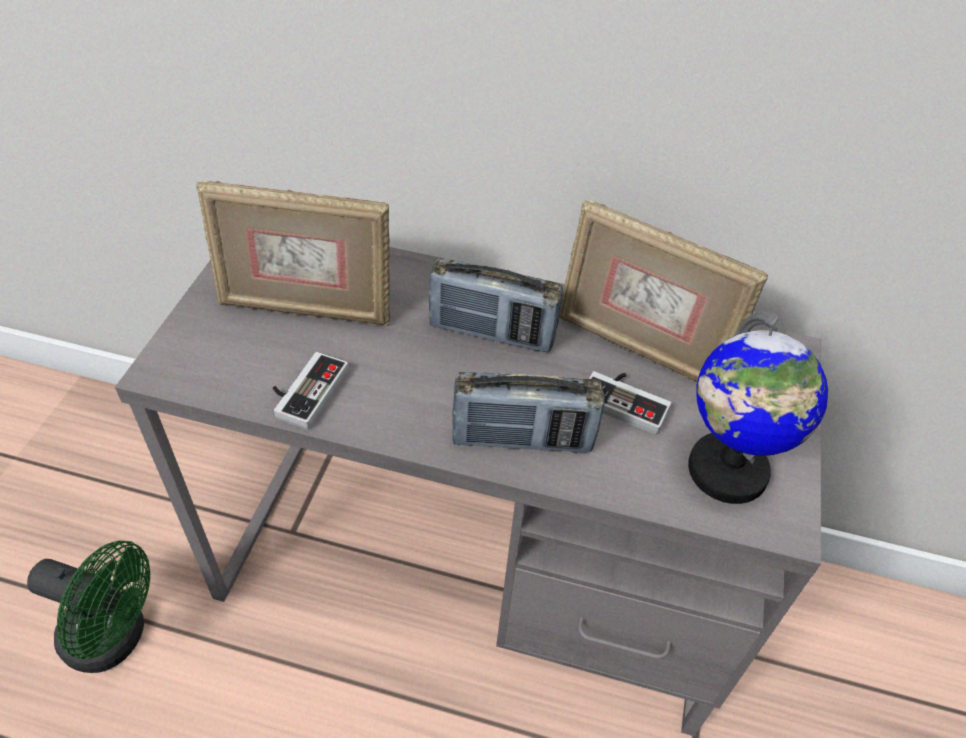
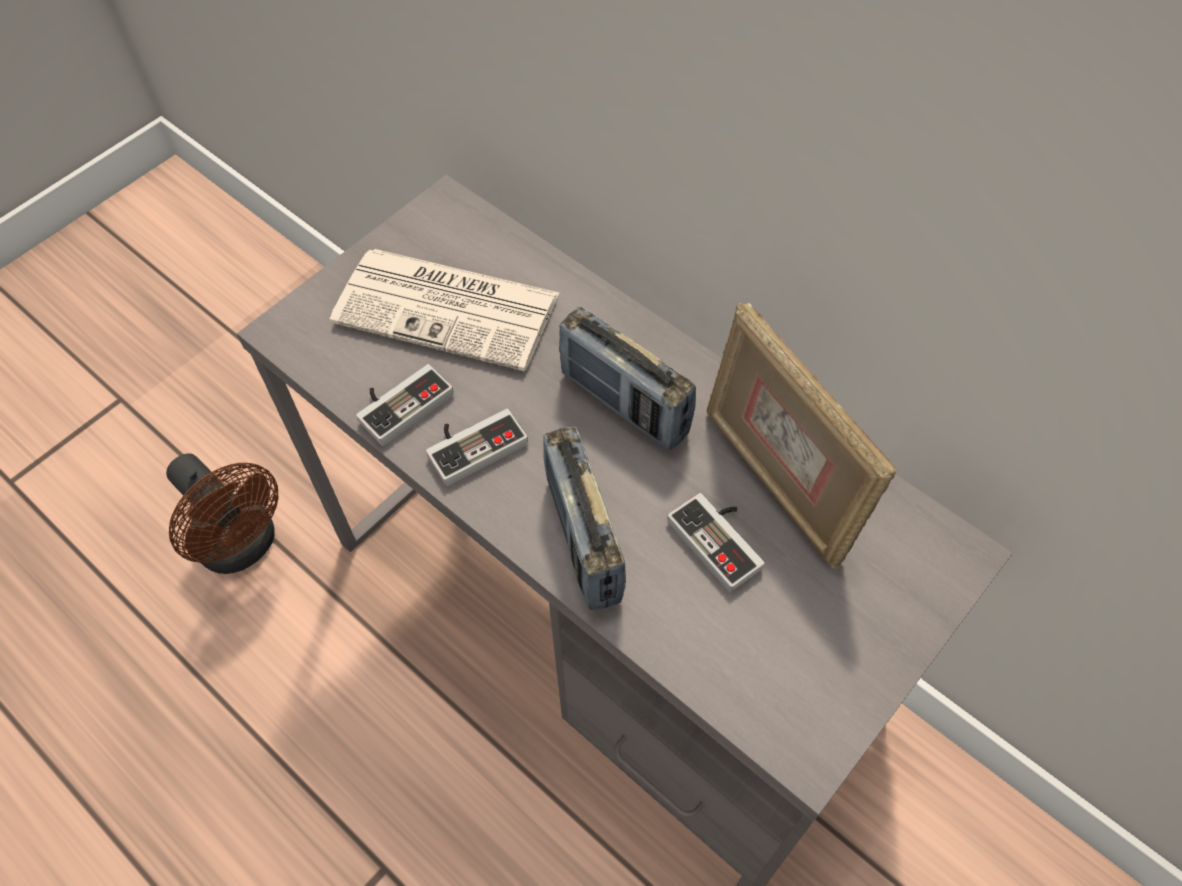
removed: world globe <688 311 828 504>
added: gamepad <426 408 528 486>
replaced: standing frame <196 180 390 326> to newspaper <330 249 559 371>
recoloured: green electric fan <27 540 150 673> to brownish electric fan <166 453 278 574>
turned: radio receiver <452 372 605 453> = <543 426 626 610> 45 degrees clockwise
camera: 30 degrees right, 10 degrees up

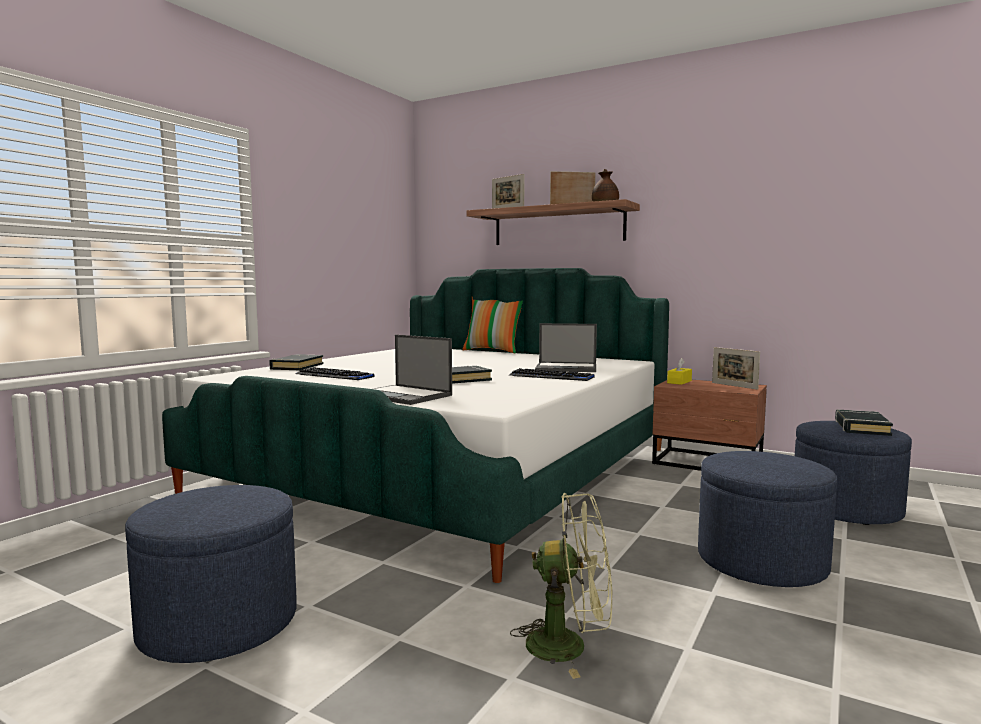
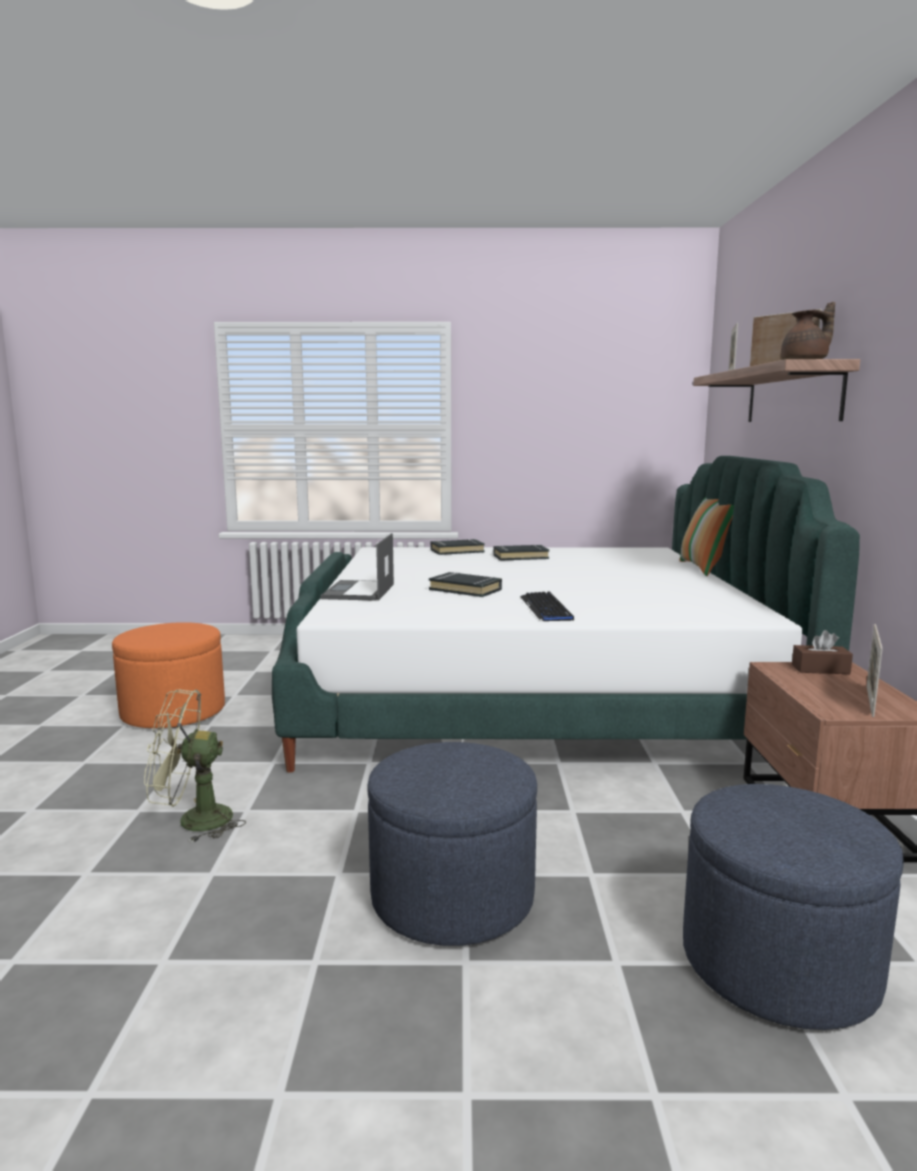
removed: notebook computer <535 323 597 372>; PC keyboard <296 367 374 380>
moved: black volume <835 410 893 436> to <493 545 550 561>
recoloured: yellow box of tissues <667 358 692 385> to brownish box of tissues <792 630 853 674>; blue-coloured footrest <125 485 297 663> to orange footrest <112 622 225 728>
turned: green electric fan <510 492 612 679> = <144 689 246 843> 105 degrees clockwise
camera: 60 degrees right, 5 degrees up

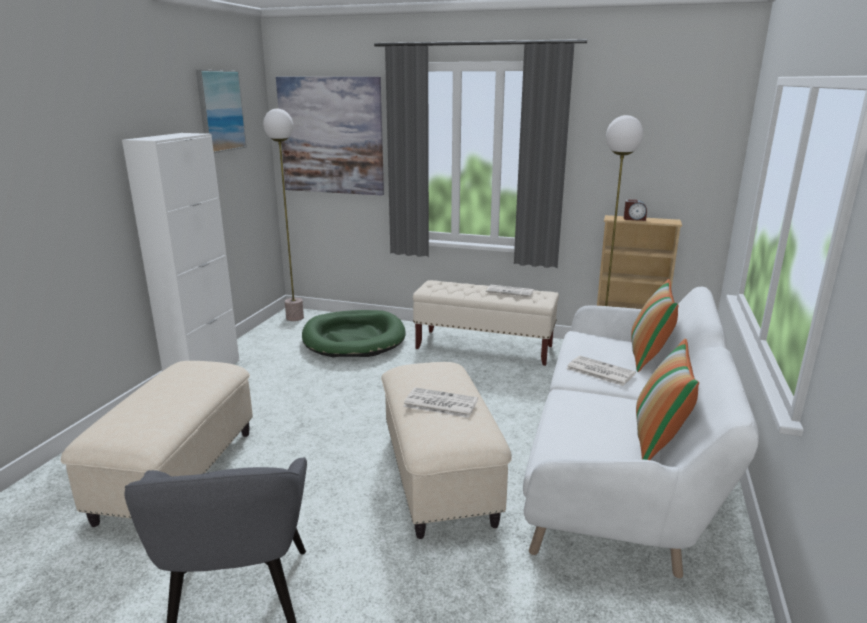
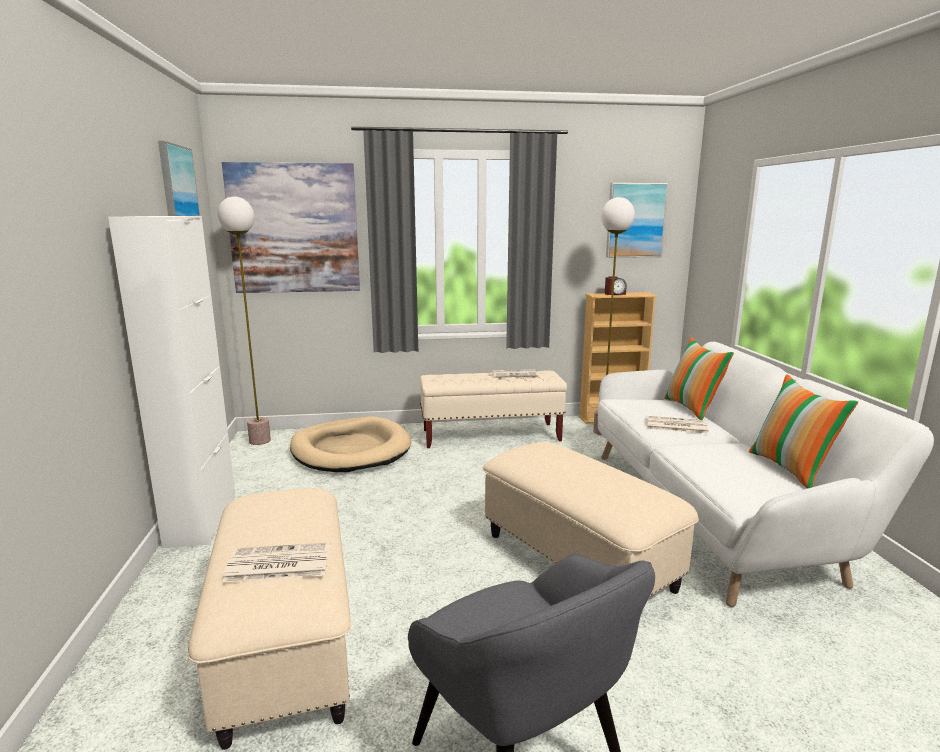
added: picture <606 183 668 258>
moved: newspaper <403 387 478 418> to <222 543 331 582>
recoloured: green dog bed <302 310 405 357> to beige dog bed <290 416 412 472>
camera: 25 degrees left, 5 degrees down

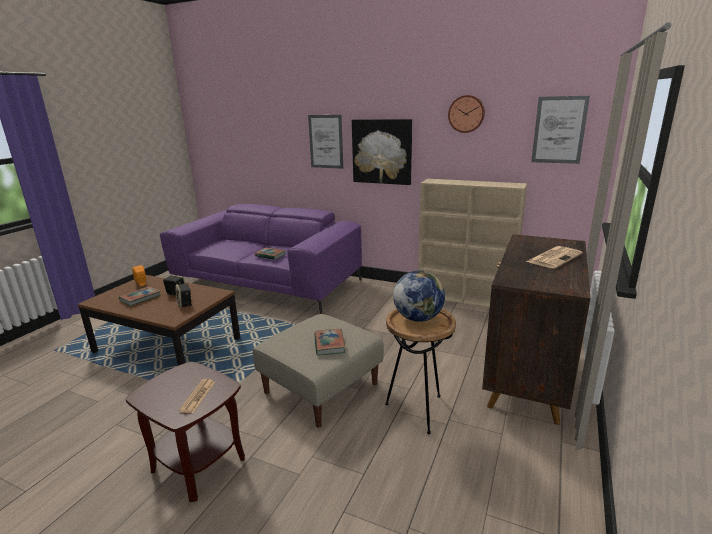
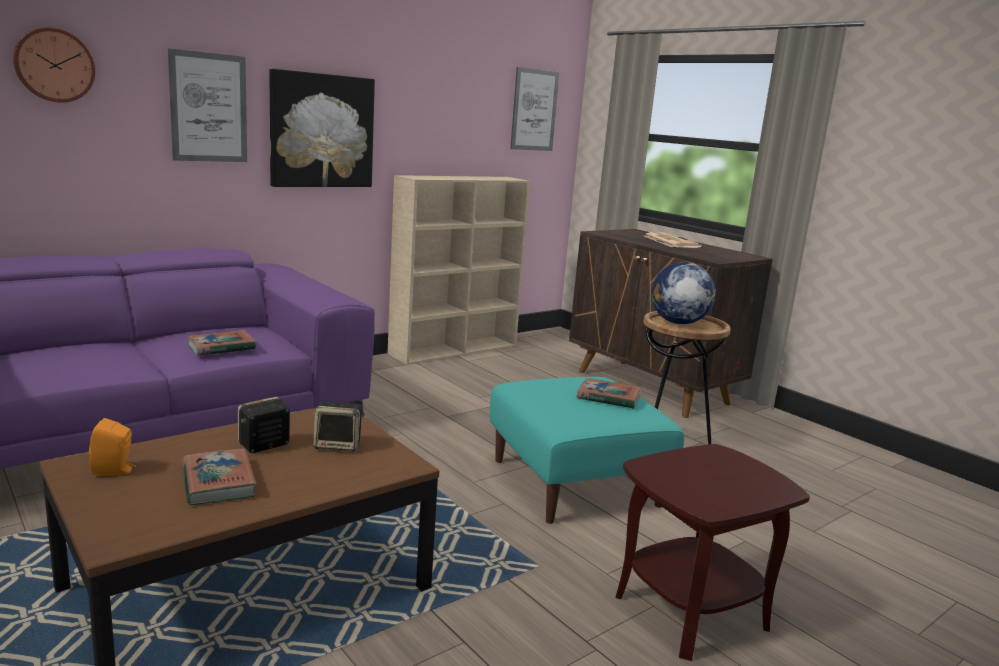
removed: newspaper <179 379 215 413>
moved: hanging clock <448 95 485 133> to <13 28 95 103>
recoloured: beige footrest <253 314 384 428> to blue-green footrest <490 377 684 524>
camera: 65 degrees left, 5 degrees down

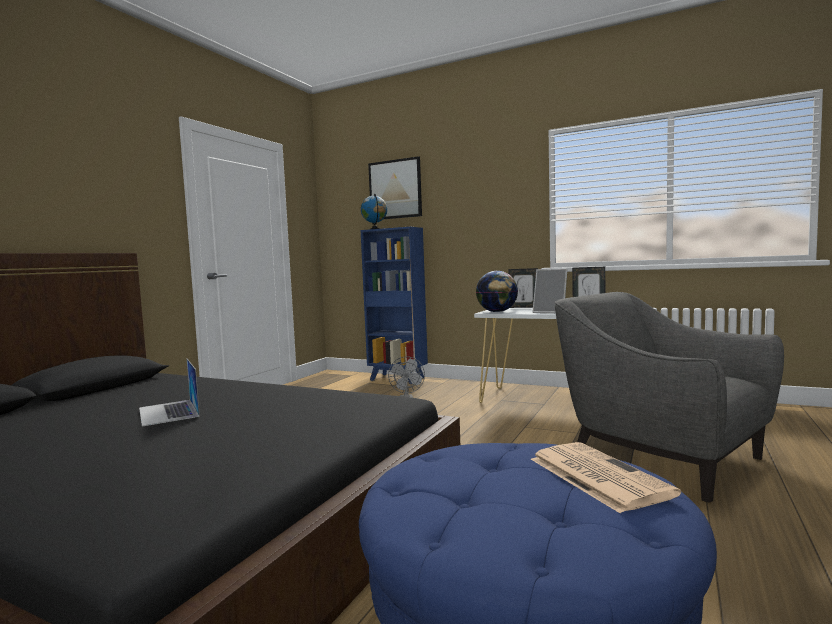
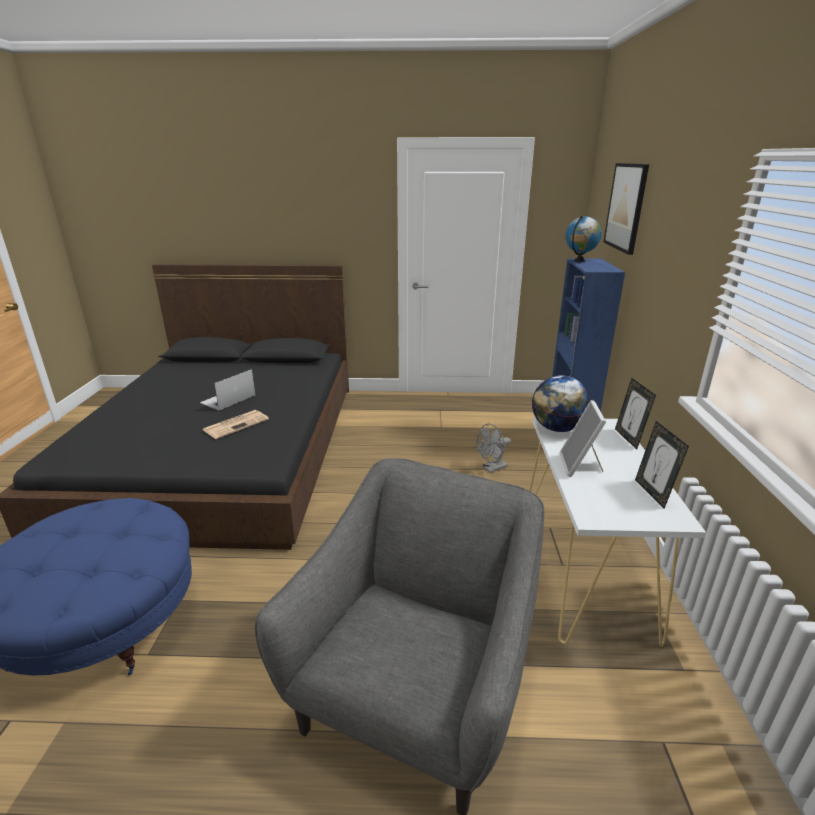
moved: newspaper <531 442 681 513> to <203 410 269 439>
camera: 65 degrees right, 20 degrees up

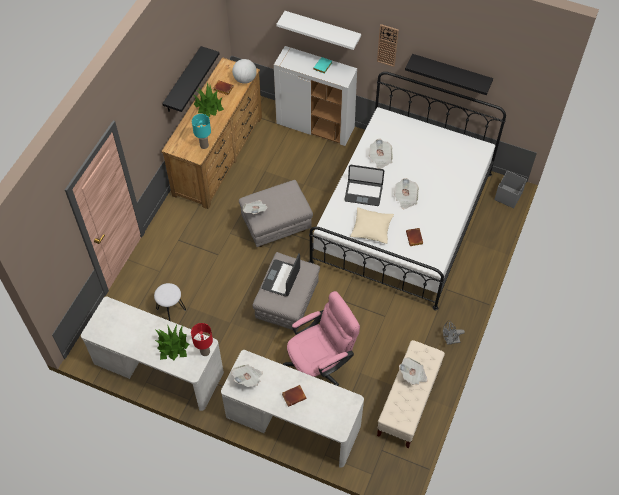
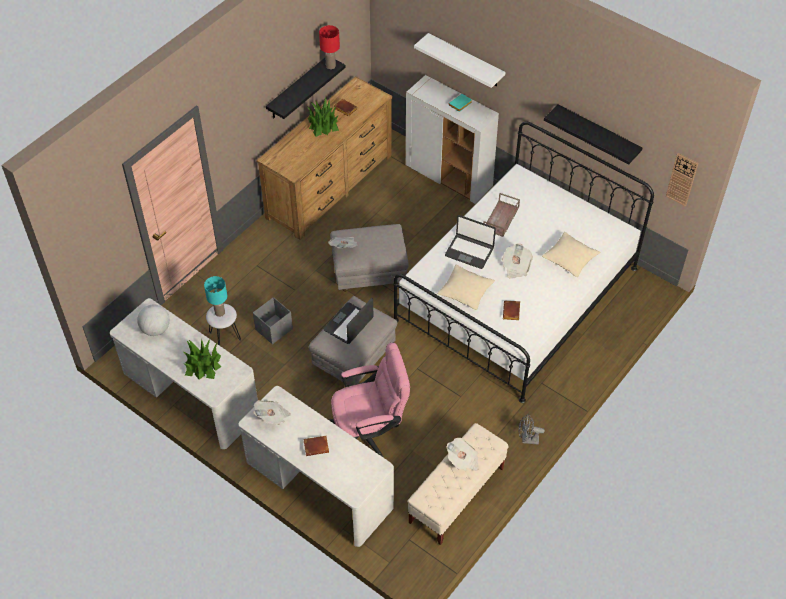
added: beige throw pillow <542 232 600 277>
moved: hanging clock <377 24 399 67> to <666 153 698 207>; world globe <232 59 257 84> to <137 305 170 336>; blue-green tabletop lamp <192 114 211 149> to <204 276 227 317>; grey storage container <494 171 527 208> to <253 297 293 344>; red-coloured tabletop lamp <191 323 213 356> to <319 25 340 69>
replaced: newspaper <369 139 393 169> to brownish serving tray <483 193 520 237>
camera: 15 degrees right, 5 degrees down

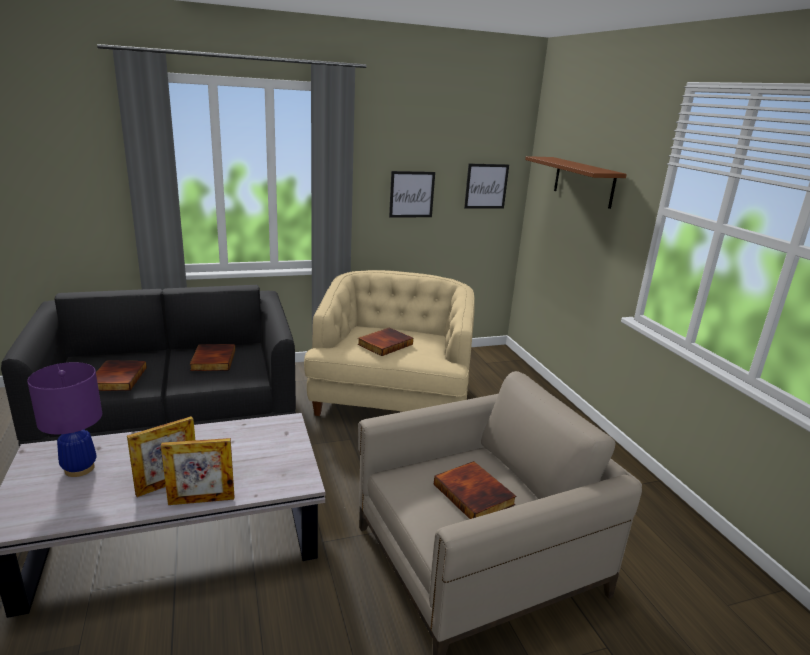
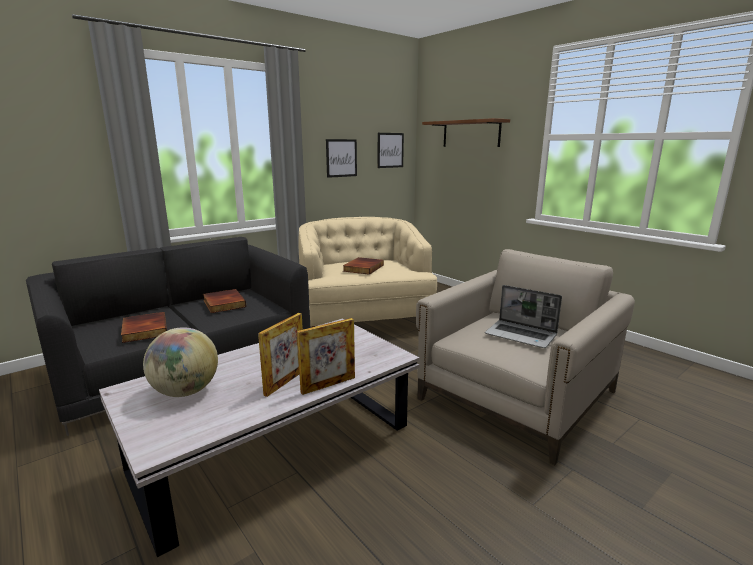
replaced: purple-coloured tabletop lamp <27 362 102 477> to world globe <143 327 218 397>; volume <434 461 516 519> to notebook computer <485 285 562 348>
camera: 20 degrees left, 5 degrees down

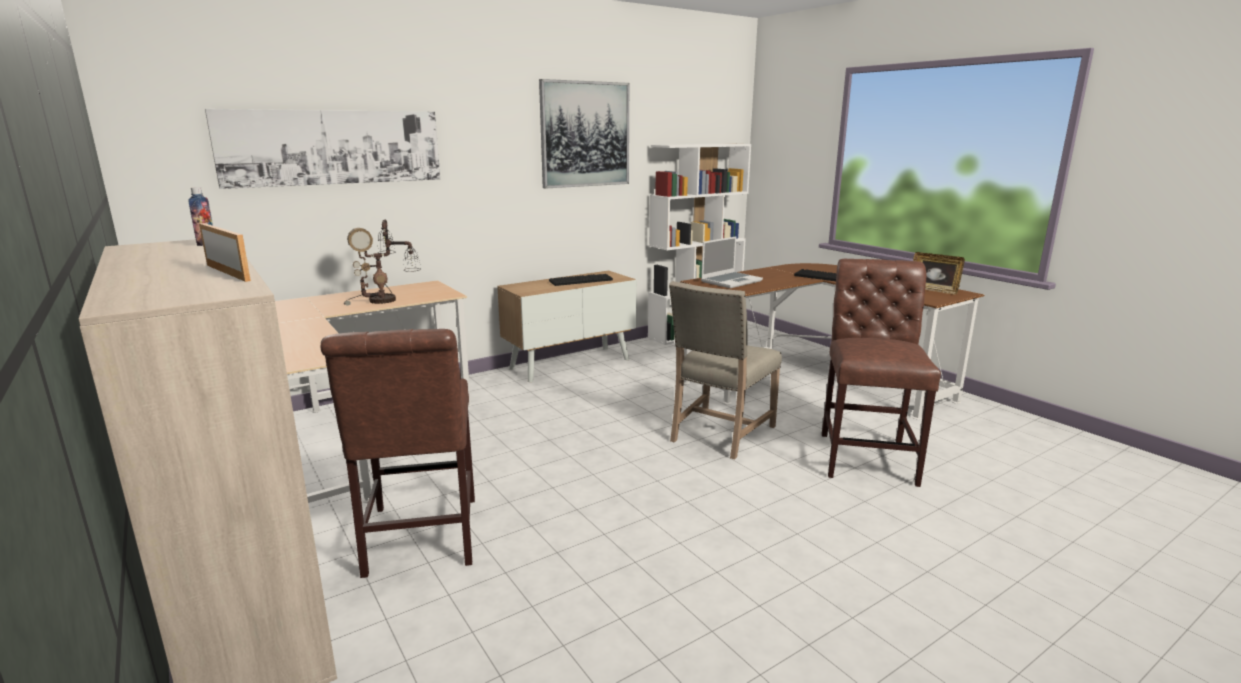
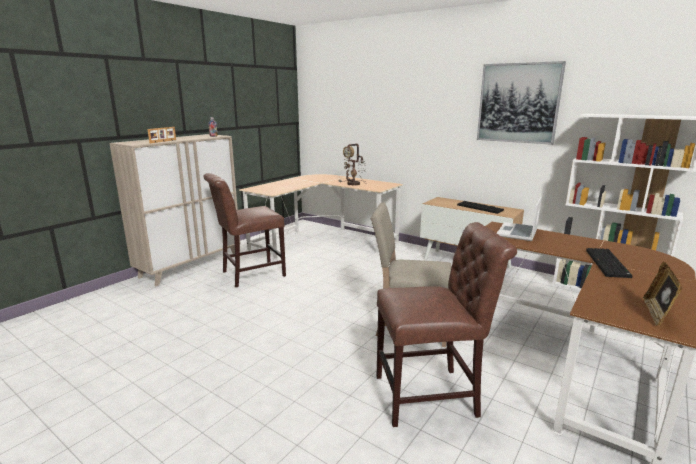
removed: picture <205 109 440 189>
turned: notebook computer <701 236 763 288> = <497 196 542 241> 90 degrees clockwise
camera: 70 degrees right, 0 degrees up

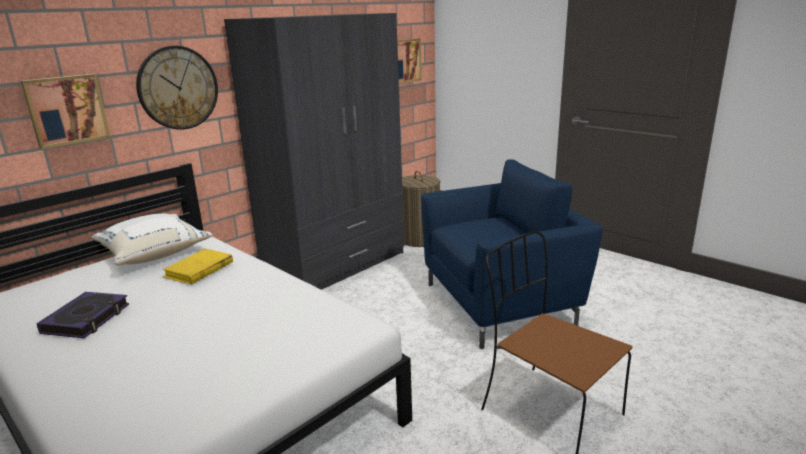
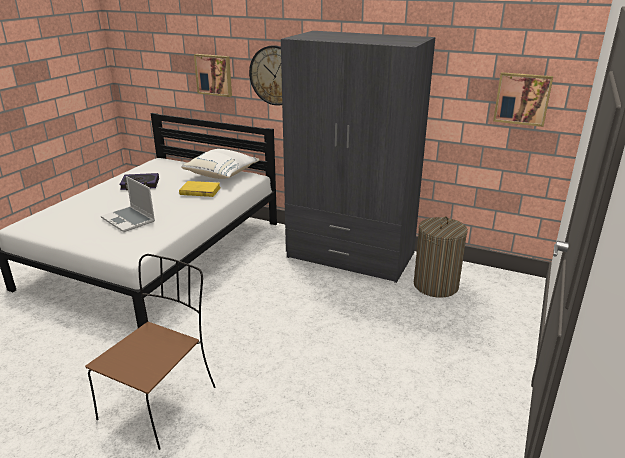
removed: blue-coloured armchair <421 160 603 349>
added: notebook computer <101 176 155 232>
camera: 70 degrees right, 5 degrees up

